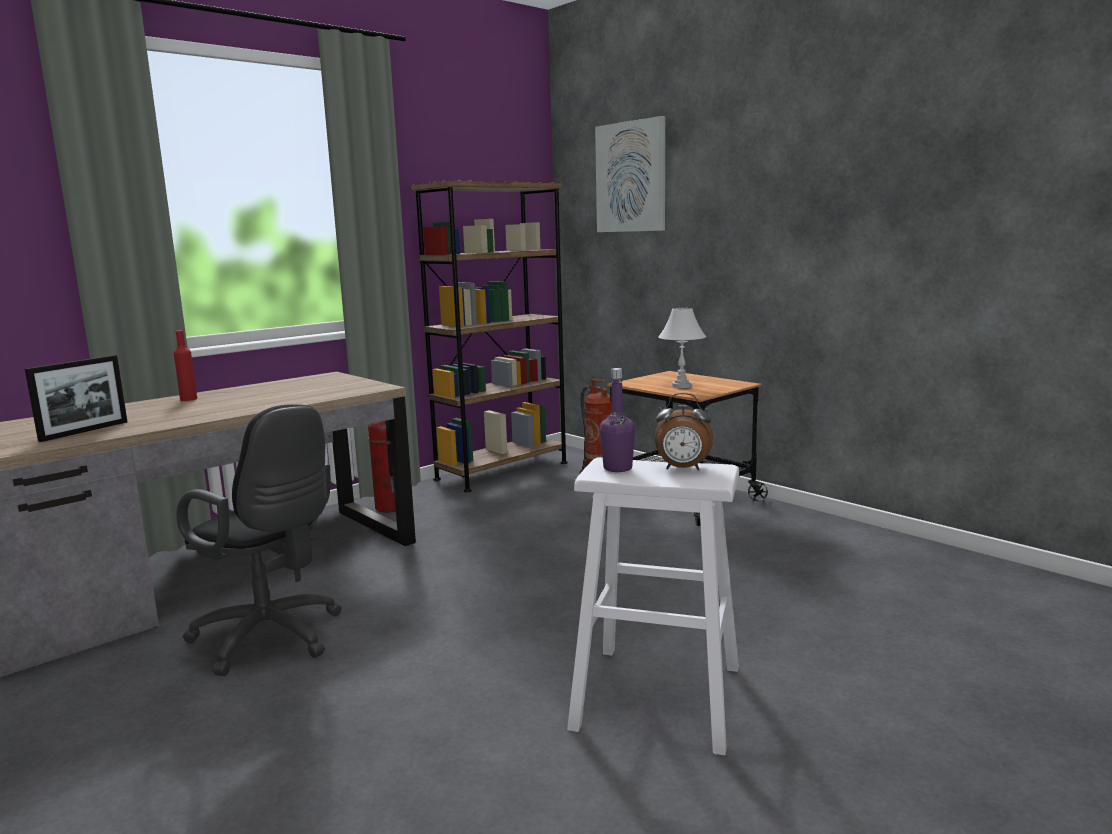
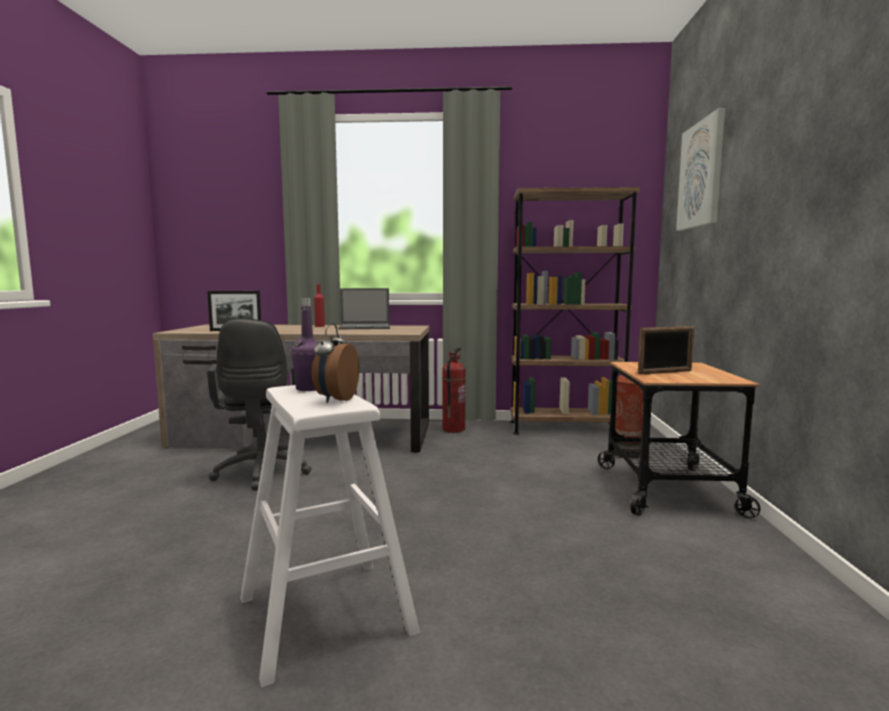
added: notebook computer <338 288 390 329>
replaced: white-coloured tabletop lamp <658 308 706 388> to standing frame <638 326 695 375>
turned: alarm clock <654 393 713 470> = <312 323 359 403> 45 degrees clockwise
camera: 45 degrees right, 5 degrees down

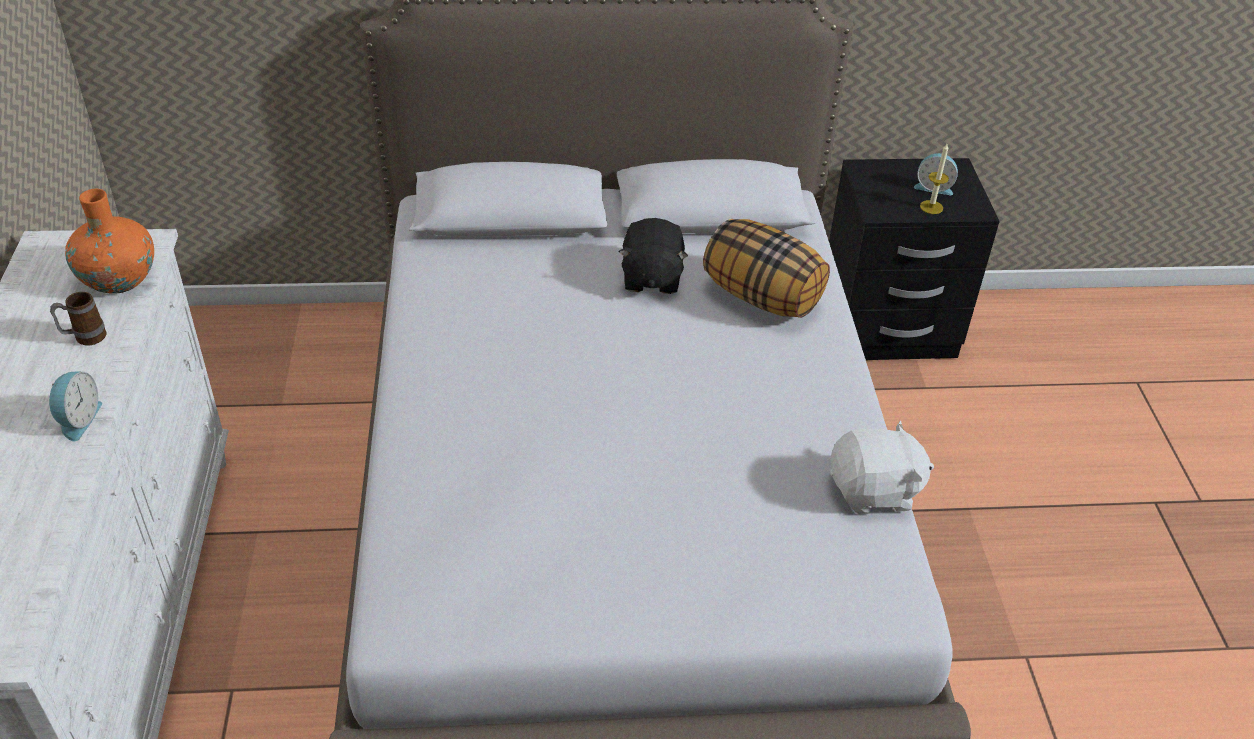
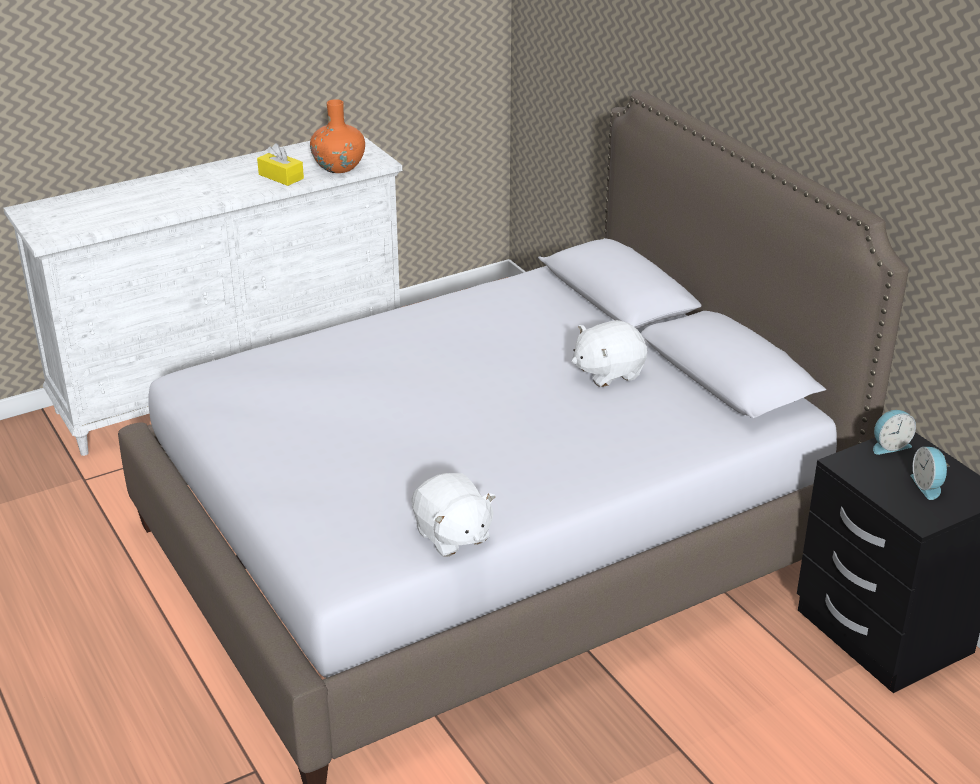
removed: wax light <920 144 949 214>; throw pillow <703 219 830 318>
moved: alarm clock <49 372 102 441> to <873 410 916 455>
replaced: mug <50 292 106 345> to yellow box of tissues <257 143 304 186>
recoloured: black cuddly toy <619 218 688 294> to white-coloured cuddly toy <572 320 647 387>
camera: 65 degrees right, 10 degrees down

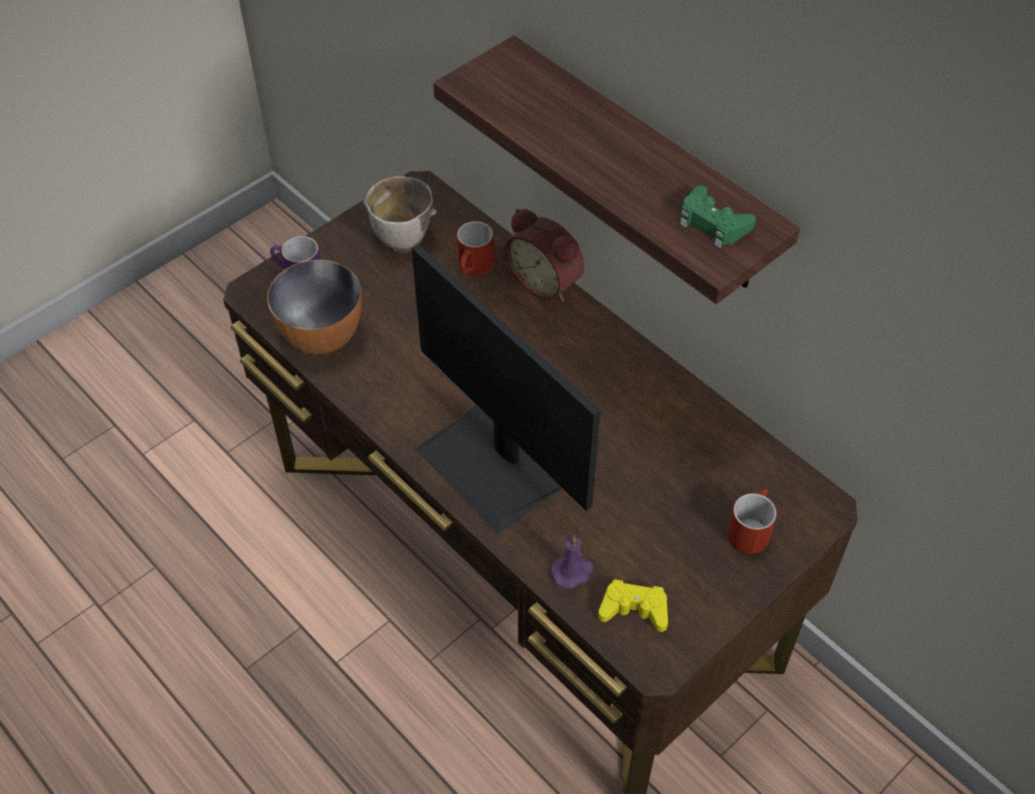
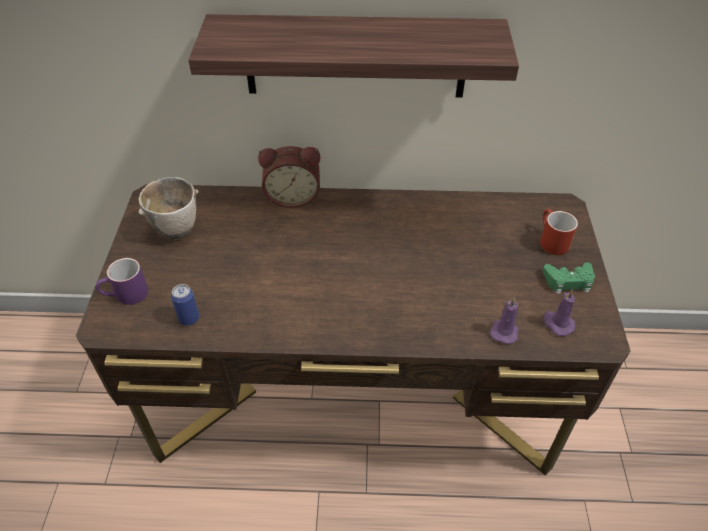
removed: red-coloured mug <457 221 494 275>; computer display <412 244 601 534>
moved: green gamepad <680 185 756 248> to <542 262 595 294>
replaced: bowl <267 260 362 354> to metal can <171 284 199 326>; yellow gamepad <598 579 668 632> to purple-coloured wax light <544 289 575 336>
camera: 45 degrees left, 5 degrees down

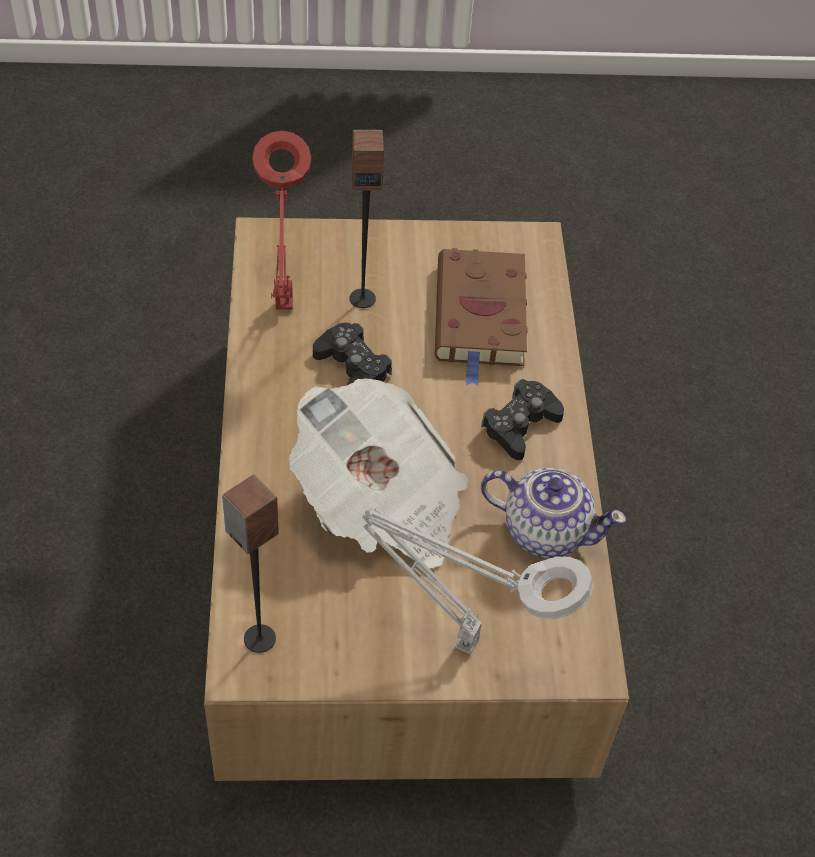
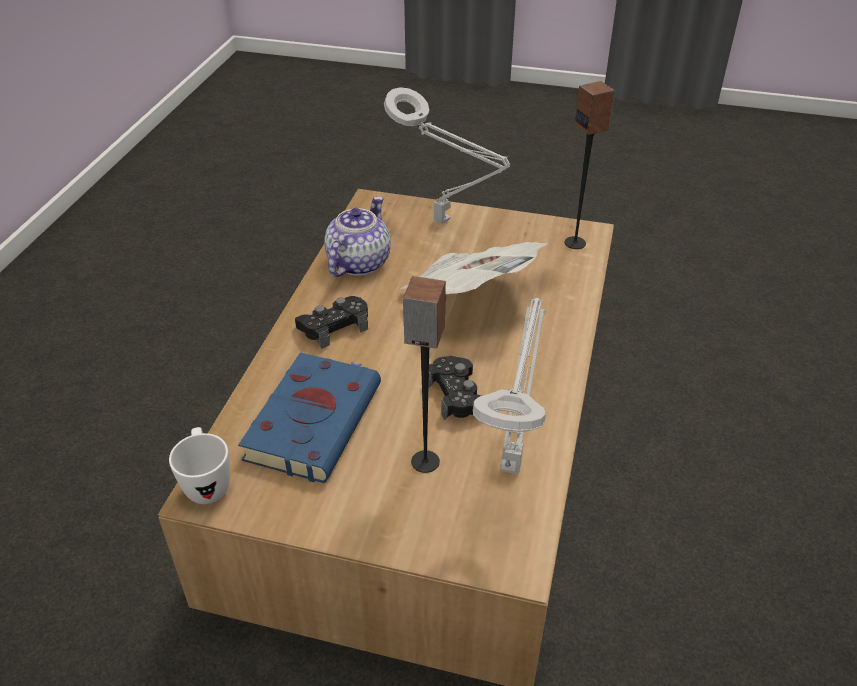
added: white-coloured mug <169 427 230 504>
recoloured: red-coloured tabletop lamp <252 131 311 309> to grey tabletop lamp <473 298 546 474>; brownish volume <435 248 528 386> to blue-coloured volume <238 352 381 483>
turned: teapot <481 468 626 558> = <324 196 390 277> 75 degrees clockwise
camera: 160 degrees left, 10 degrees down

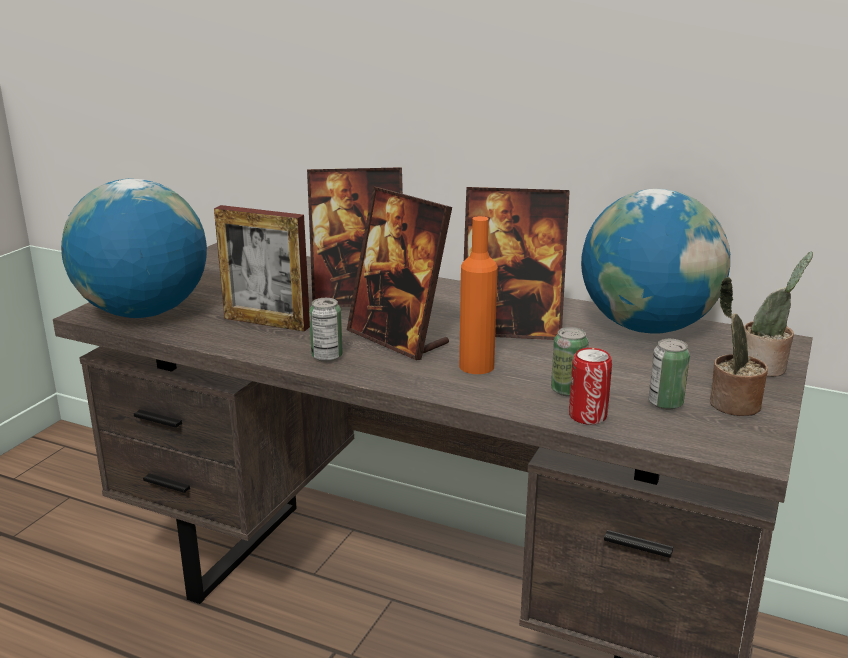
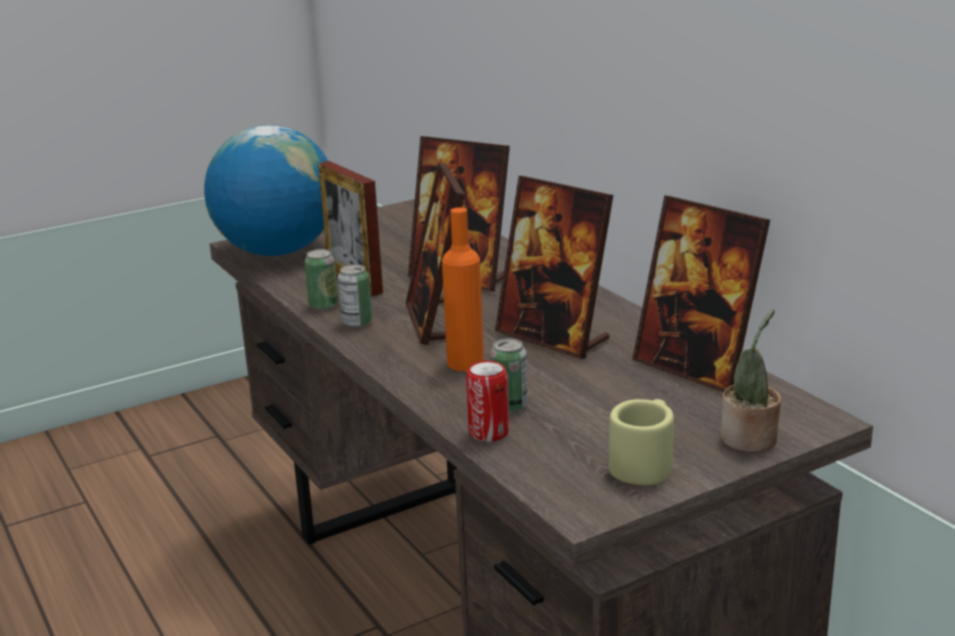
moved: metal can <648 339 690 410> to <305 249 339 310>
replaced: world globe <581 189 730 334> to standing frame <632 196 770 392>; houseplant <710 277 768 416> to beige mug <609 399 674 485>
camera: 35 degrees right, 0 degrees up

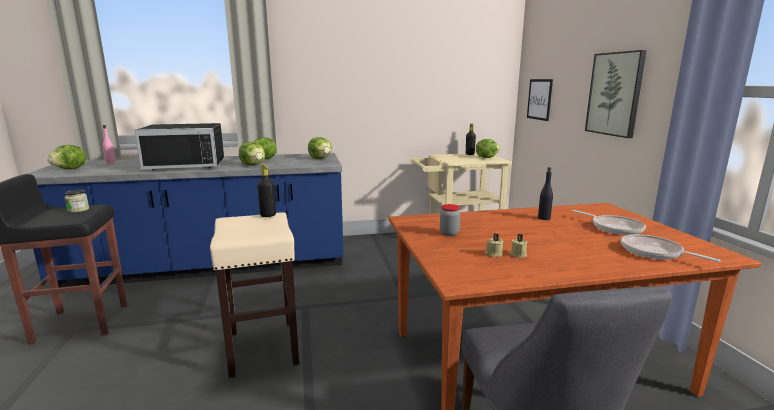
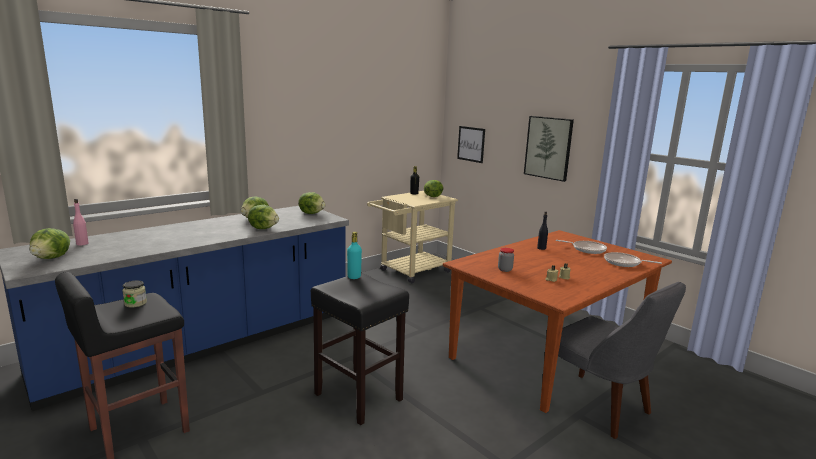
removed: black kitchen microwave <135 123 224 170>
recoloured: black drink bottle <257 164 276 217> to blue-green drink bottle <347 232 362 279>; beige stool seat <210 212 299 378> to black stool seat <311 273 409 425>
camera: 30 degrees left, 0 degrees up

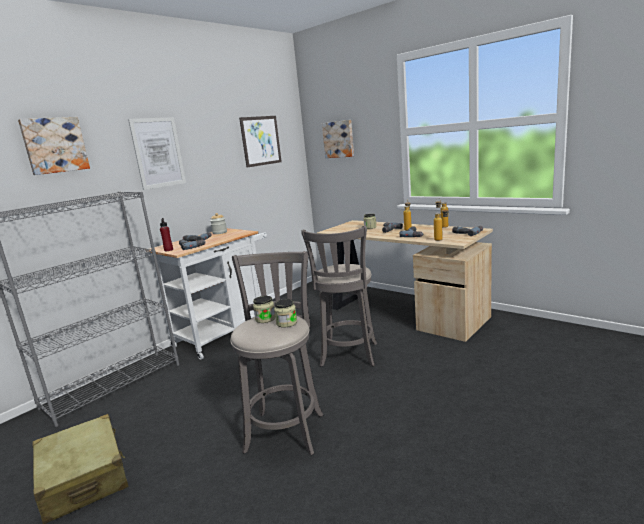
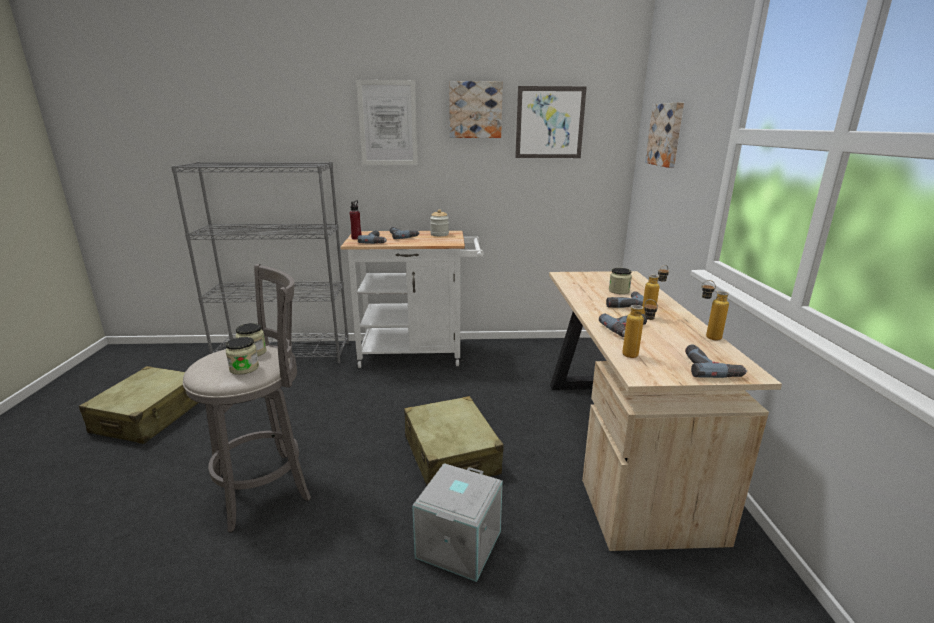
added: grey storage container <412 463 503 582>
moved: picture <18 117 90 175> to <449 81 503 138>
replaced: grey stool seat <301 226 377 367> to beige travel case <404 396 504 486>
camera: 45 degrees right, 5 degrees up

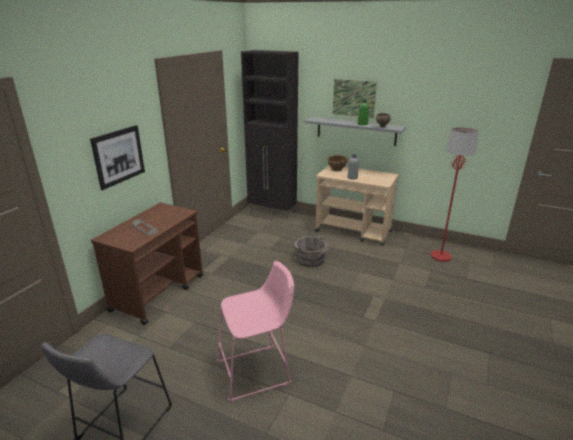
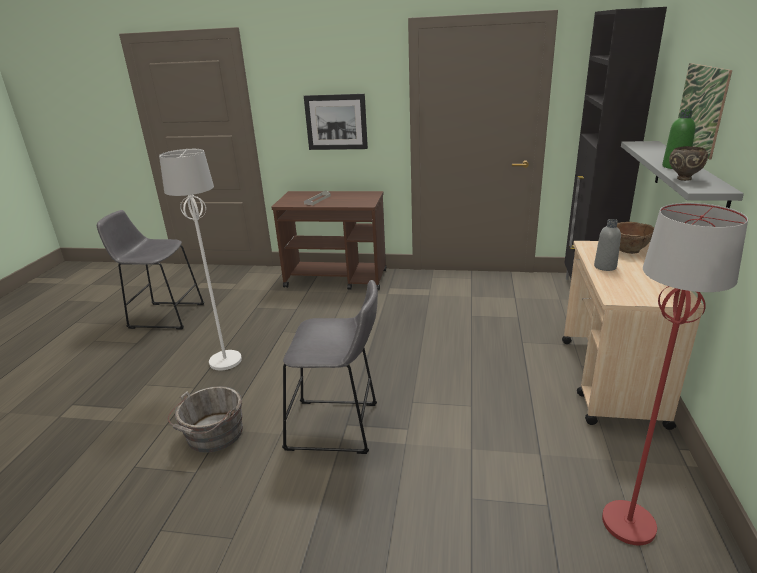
added: grey stool seat <282 280 378 454>
moved: grey pail <294 235 331 267> to <168 386 243 453>
replaced: pink-coloured stool seat <216 261 294 402> to white-coloured floor lamp <159 149 242 371>
camera: 75 degrees right, 0 degrees up

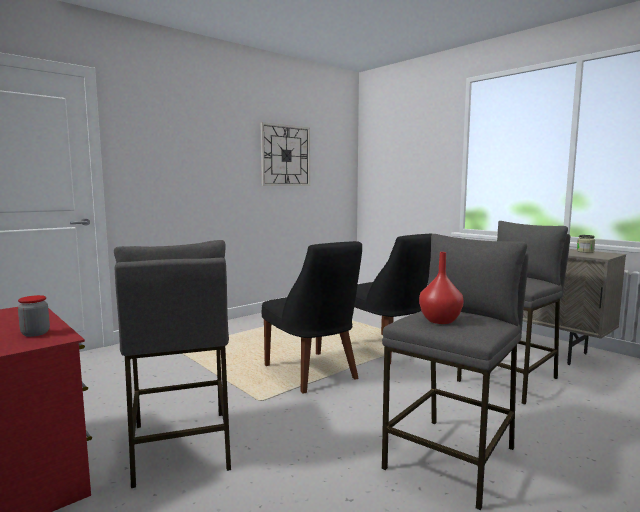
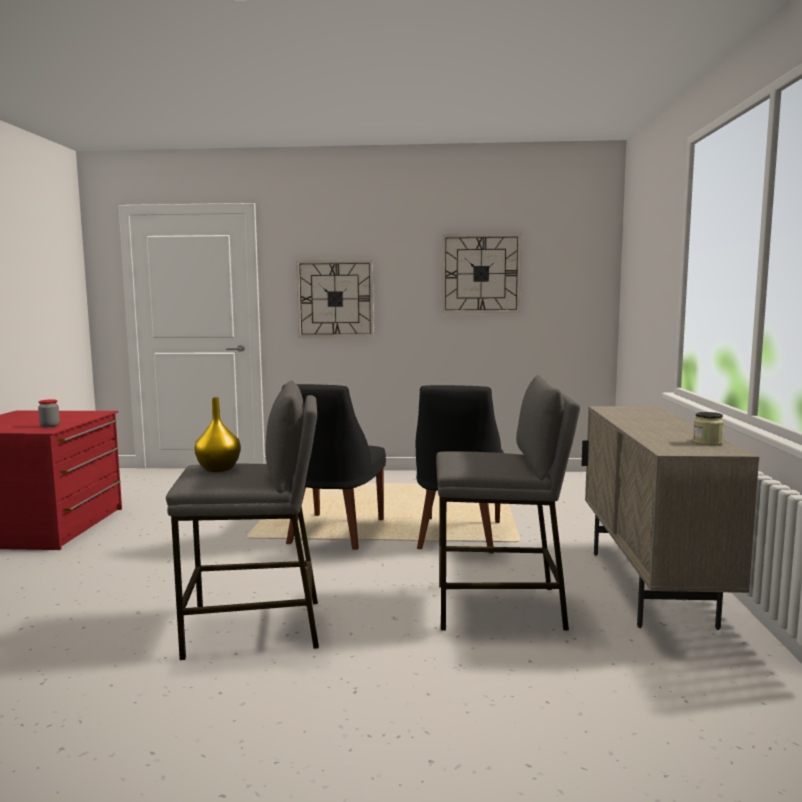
removed: grey stool seat <114 240 231 488>
added: hanging clock <296 260 374 338>
recoloured: red-coloured flower vase <419 252 464 324> to yellow flower vase <194 397 241 472>
camera: 45 degrees right, 0 degrees up

